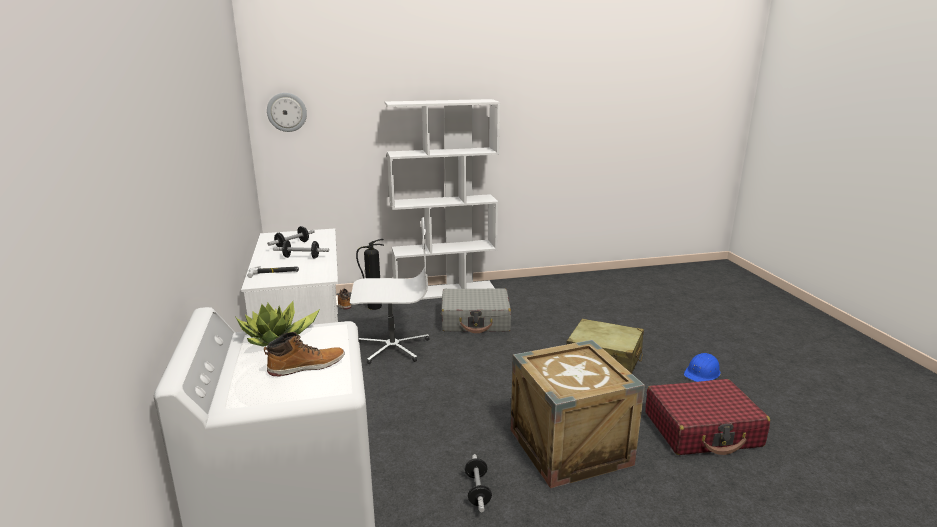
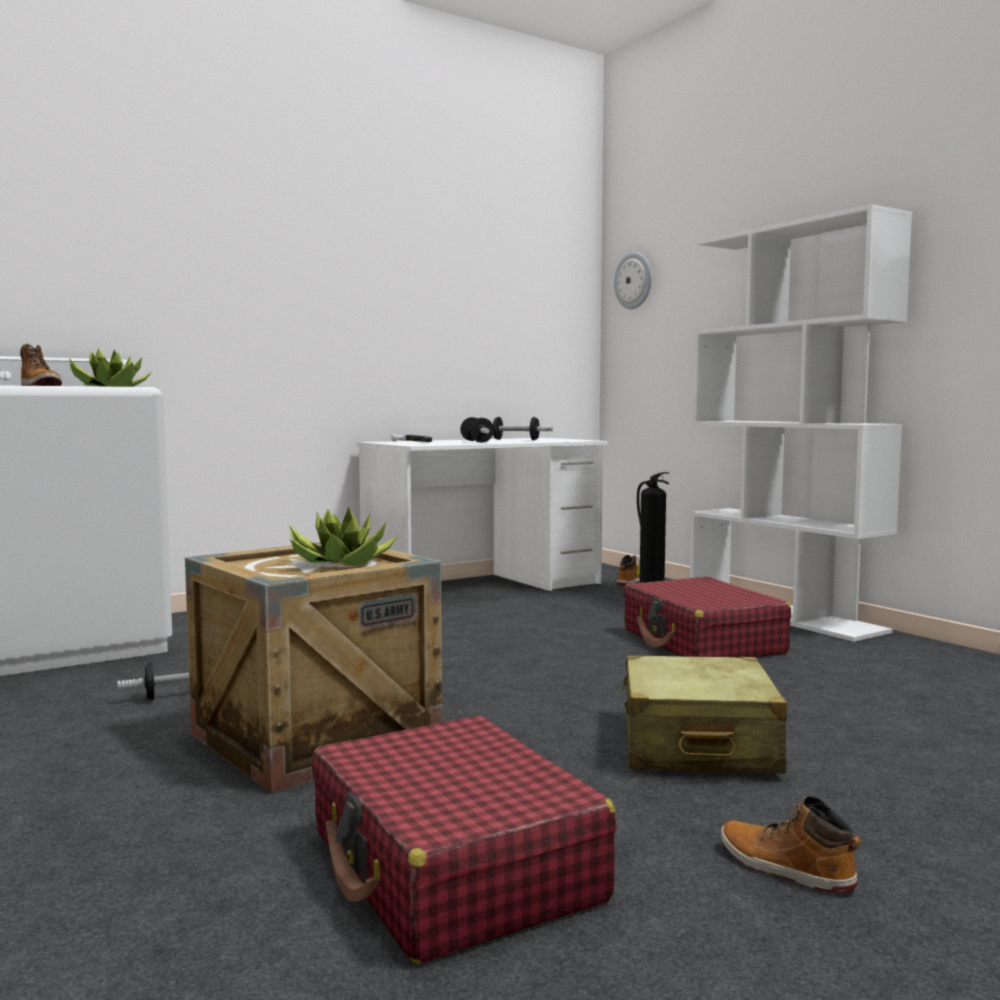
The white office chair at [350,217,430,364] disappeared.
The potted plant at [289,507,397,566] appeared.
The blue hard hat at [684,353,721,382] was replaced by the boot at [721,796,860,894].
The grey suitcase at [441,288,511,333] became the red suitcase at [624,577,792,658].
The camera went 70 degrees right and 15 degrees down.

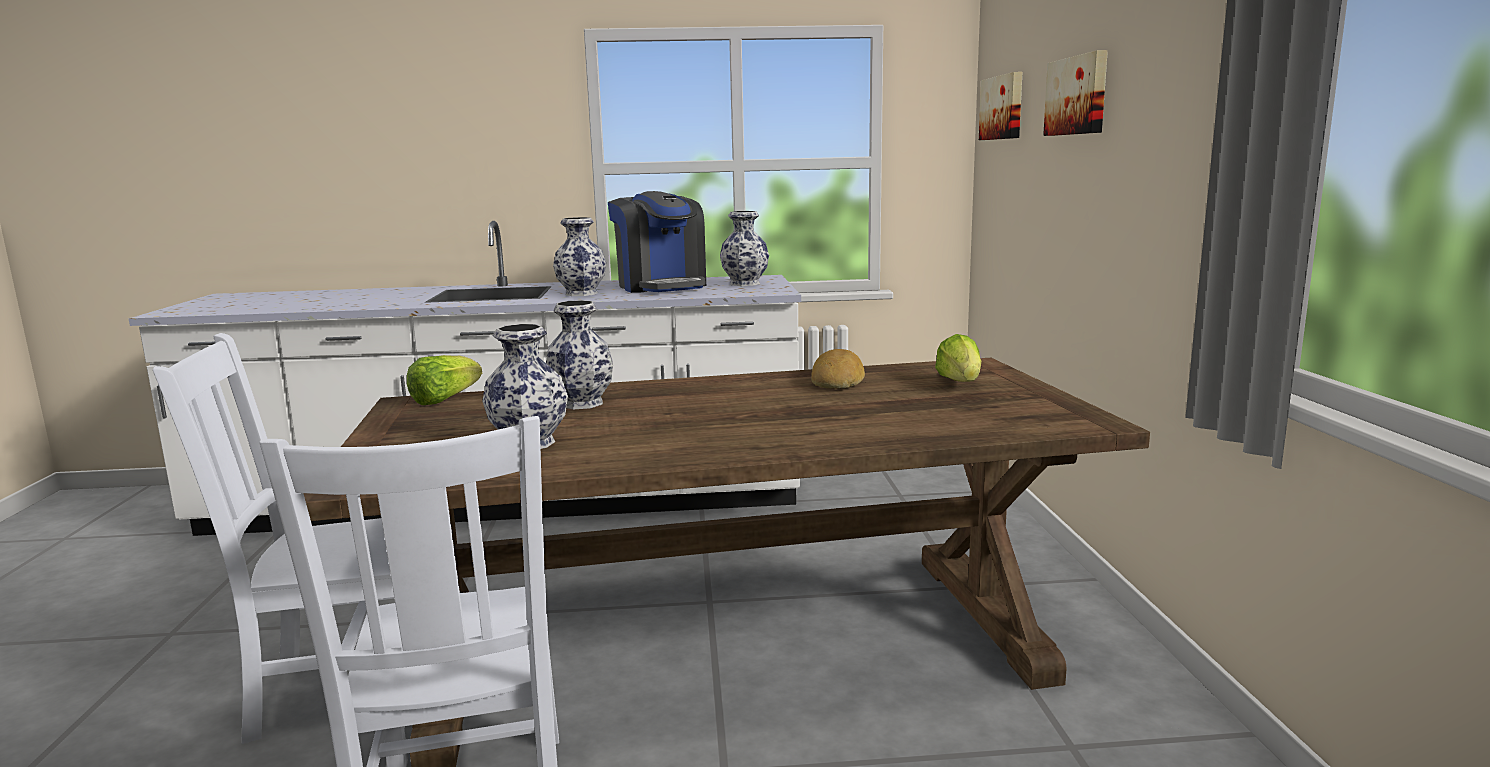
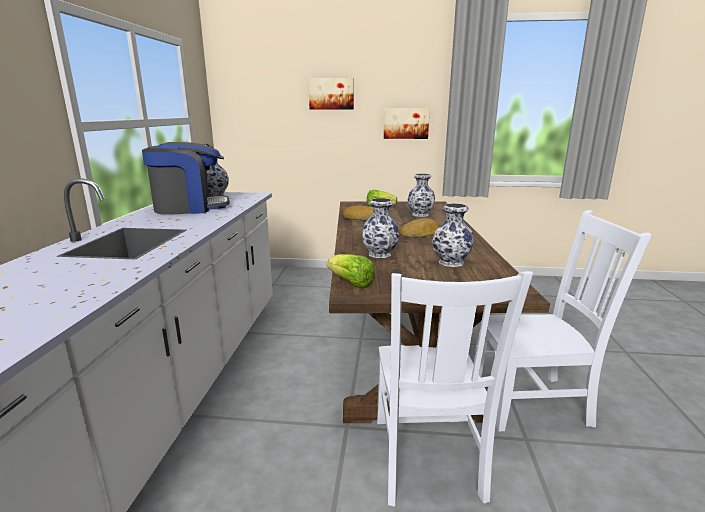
The bread at [399,218,439,238] appeared.
The vase moved from [553,217,606,296] to [408,173,435,217].
The picture moved from [979,72,1022,140] to [384,108,430,139].
The camera went 80 degrees left and 5 degrees up.

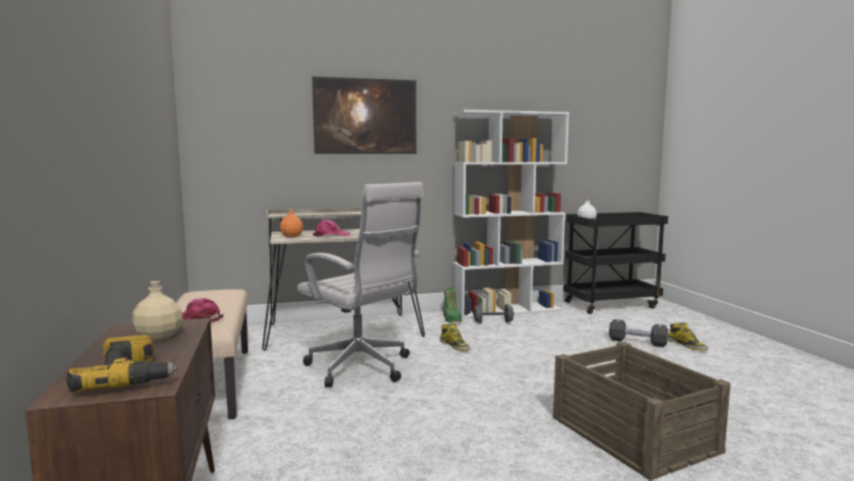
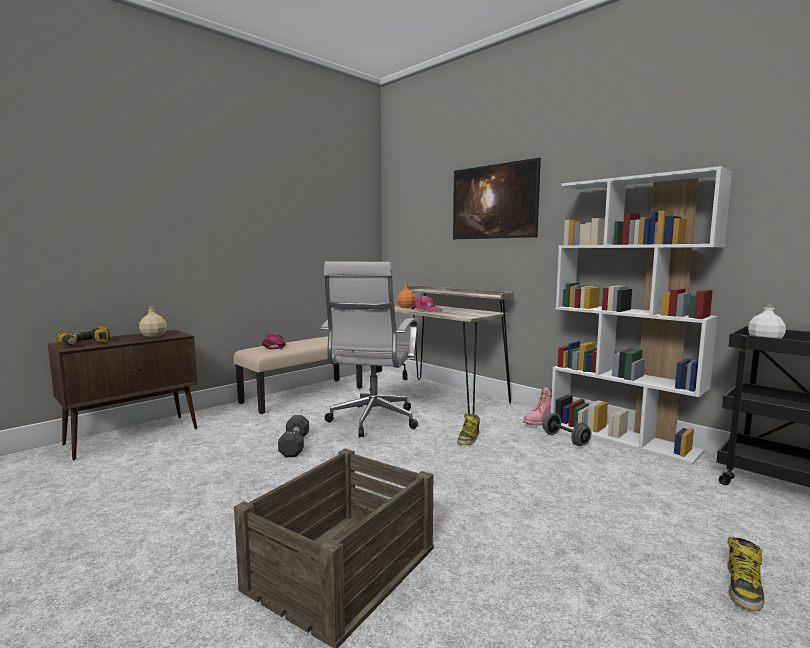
The black dumbbell moved from [609,319,668,347] to [278,415,309,457].
The green boot at [443,287,462,322] became the pink boot at [523,387,552,426].
The camera went 60 degrees right and 0 degrees up.

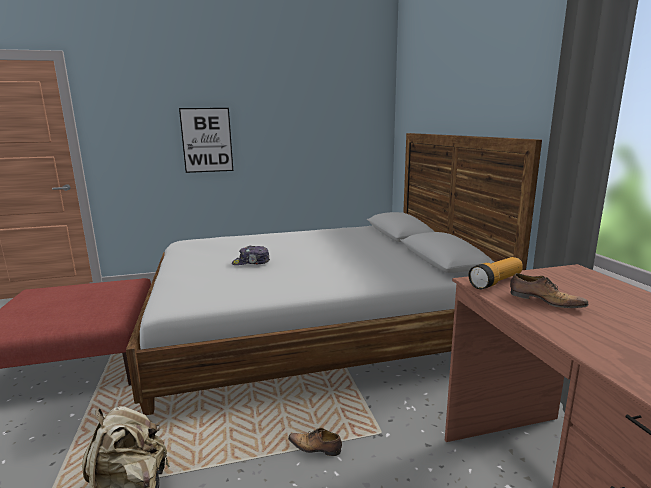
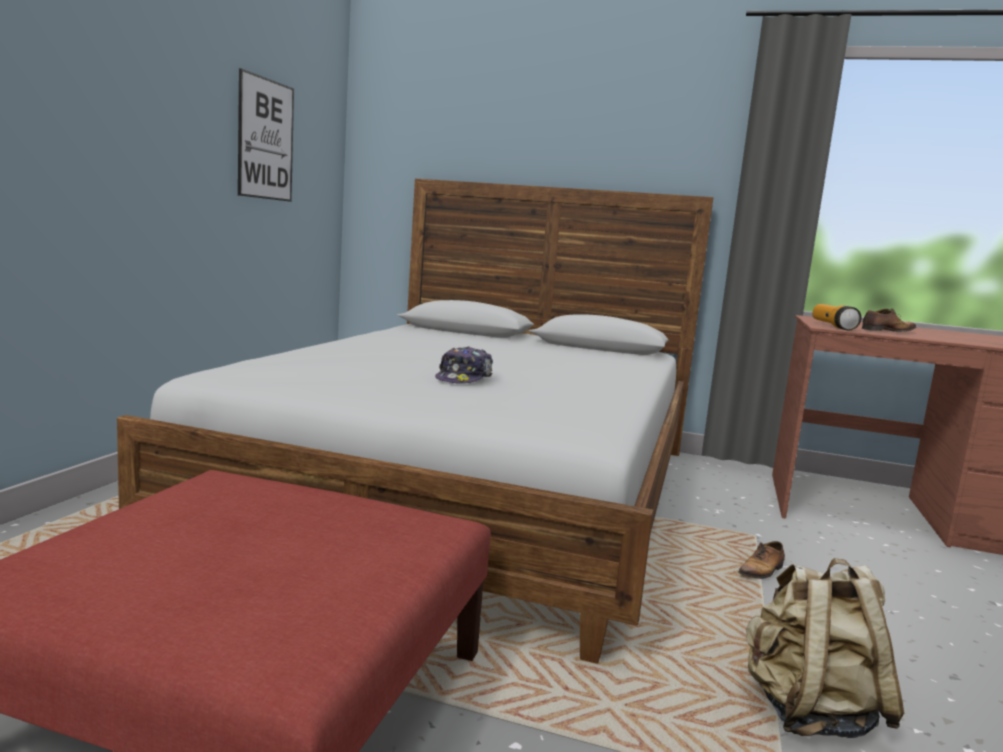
The picture moved from [179,108,233,173] to [238,68,294,202].
The camera went 60 degrees left and 5 degrees down.

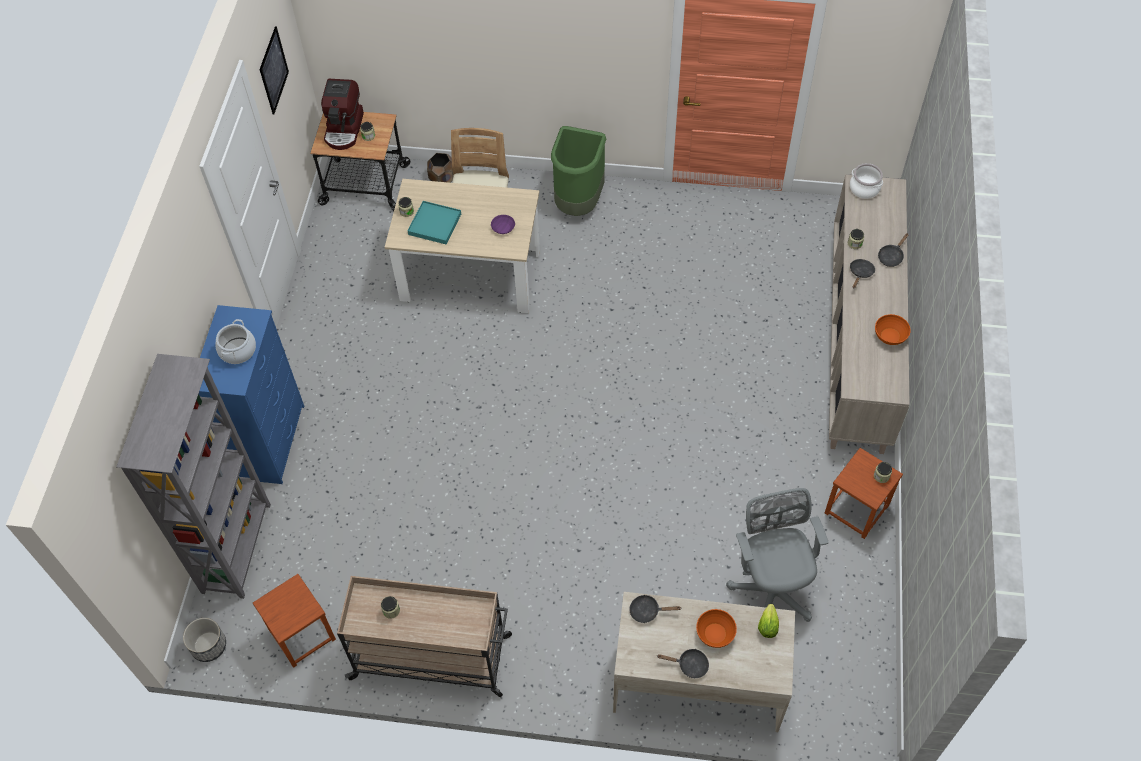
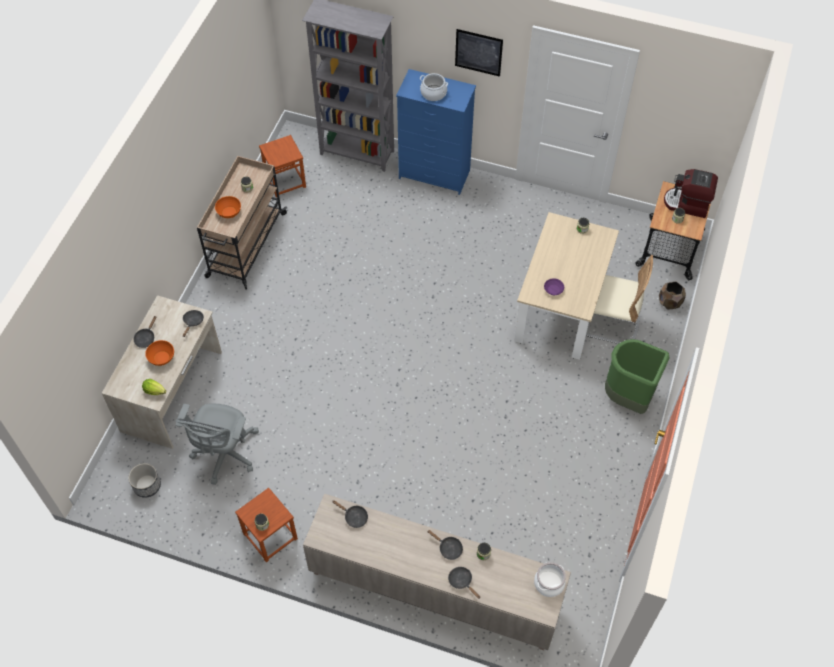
The turquoise tray at [408,201,461,245] disappeared.
The black frying pan at [332,500,368,528] appeared.
The planter moved from [183,618,226,662] to [128,463,161,498].
The picture moved from [259,26,289,114] to [455,29,503,77].
The orange bowl moved from [875,314,911,345] to [215,196,241,218].
The grey office chair at [726,488,829,622] turned 105 degrees clockwise.
The camera went 100 degrees right and 0 degrees up.

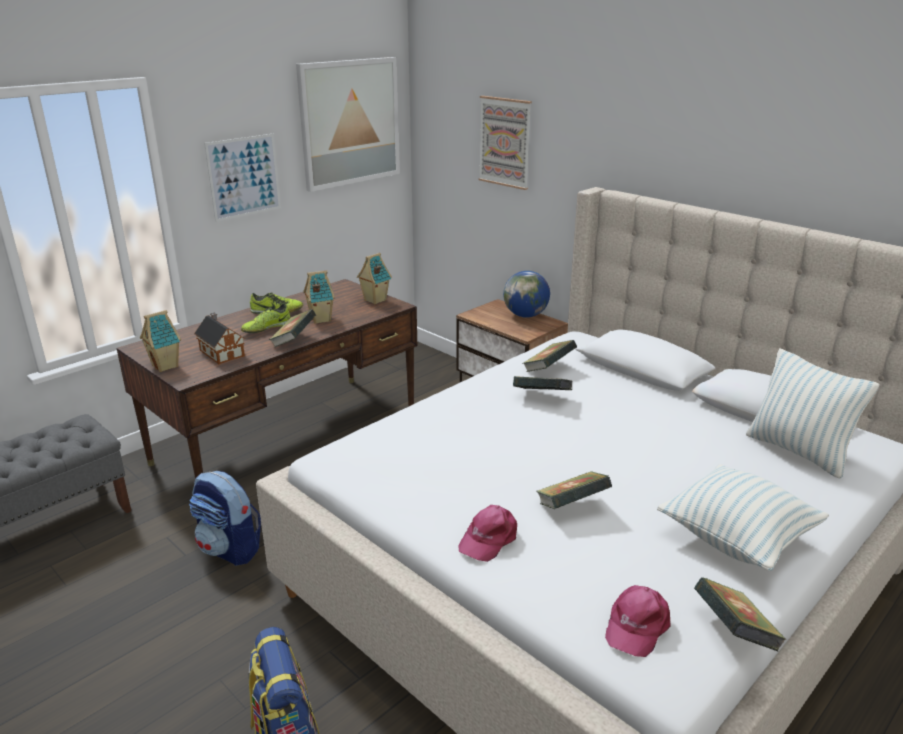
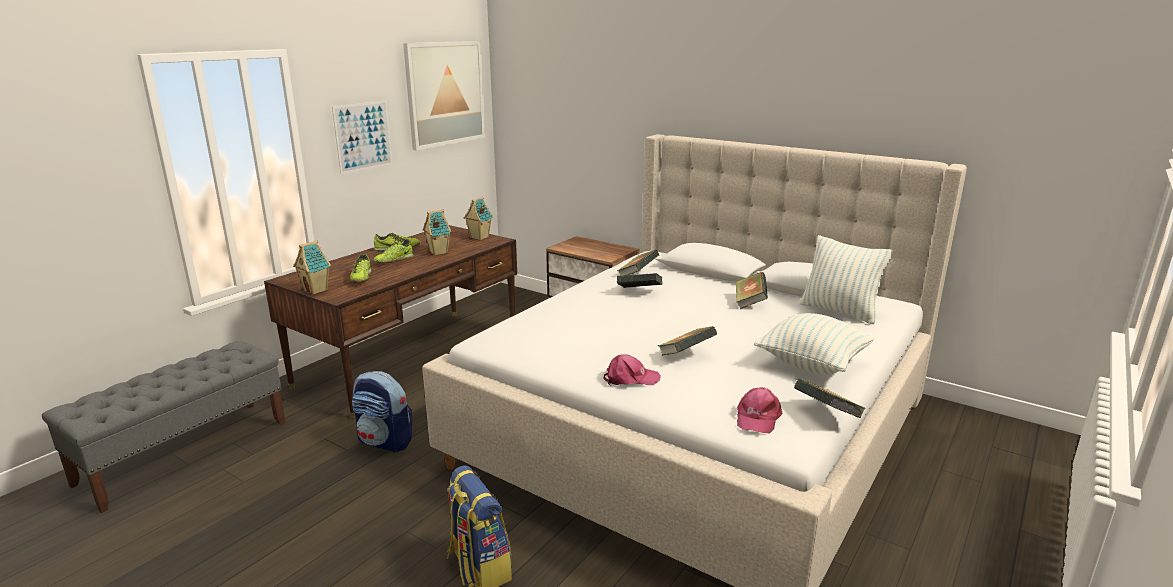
The picture at [478,96,532,190] disappeared.
The globe at [503,271,550,318] disappeared.
The book moved from [269,309,316,347] to [736,272,768,309].
The toy house at [194,312,245,364] was replaced by the shoe at [350,254,372,282].
The pink cap at [458,505,517,562] turned 120 degrees counterclockwise.
The camera went 10 degrees left and 5 degrees down.

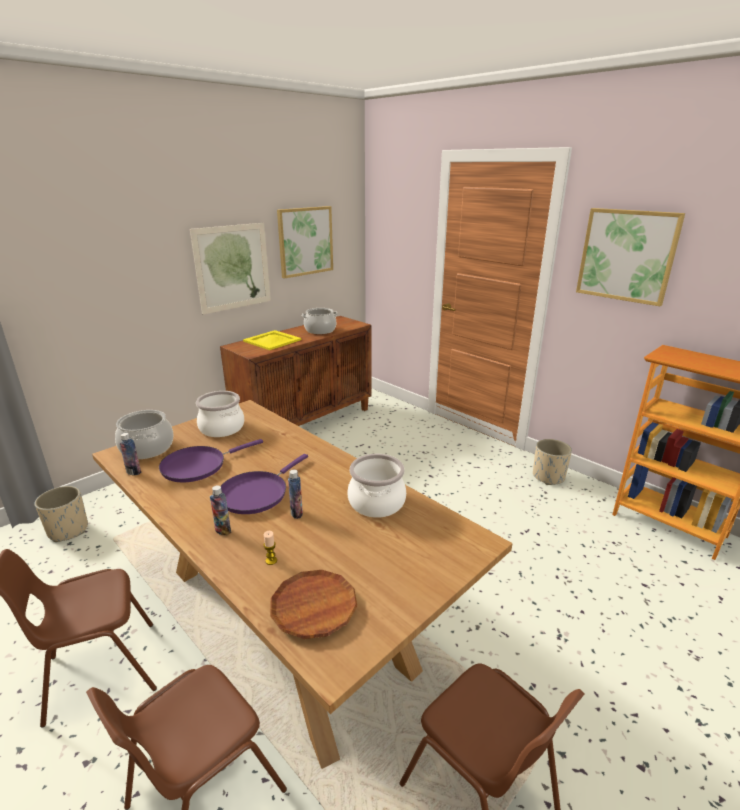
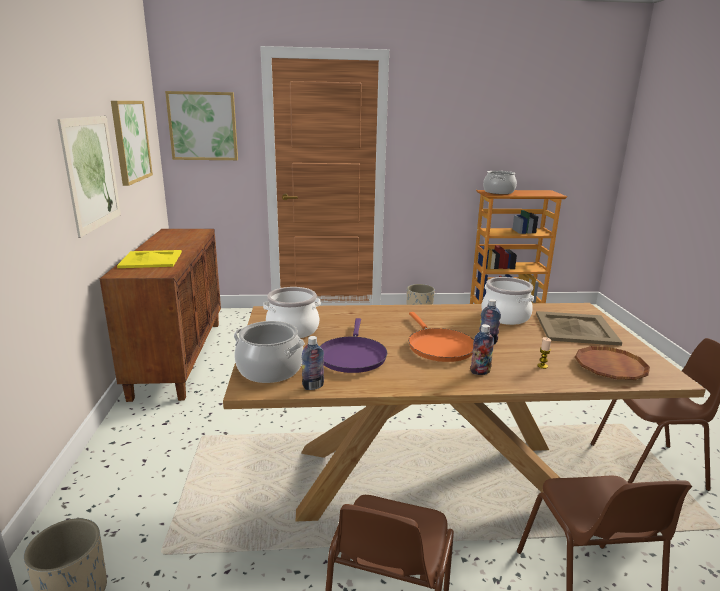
The beige tray at [536,311,623,346] appeared.
The cooking pot moved from [301,308,338,334] to [483,171,517,194].
The picture moved from [576,208,685,306] to [165,91,238,160].
The purple frying pan at [221,454,308,514] became the orange frying pan at [408,312,474,362].
The camera went 50 degrees left and 5 degrees down.

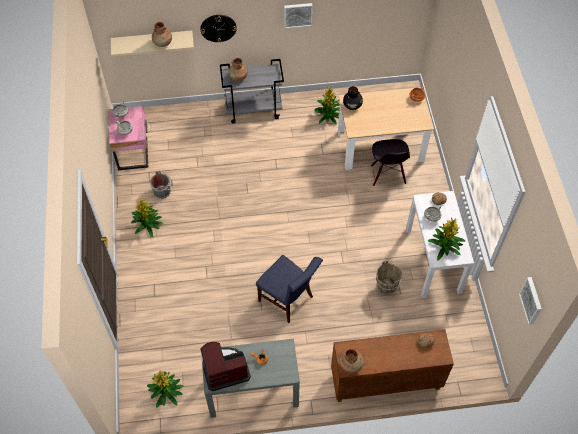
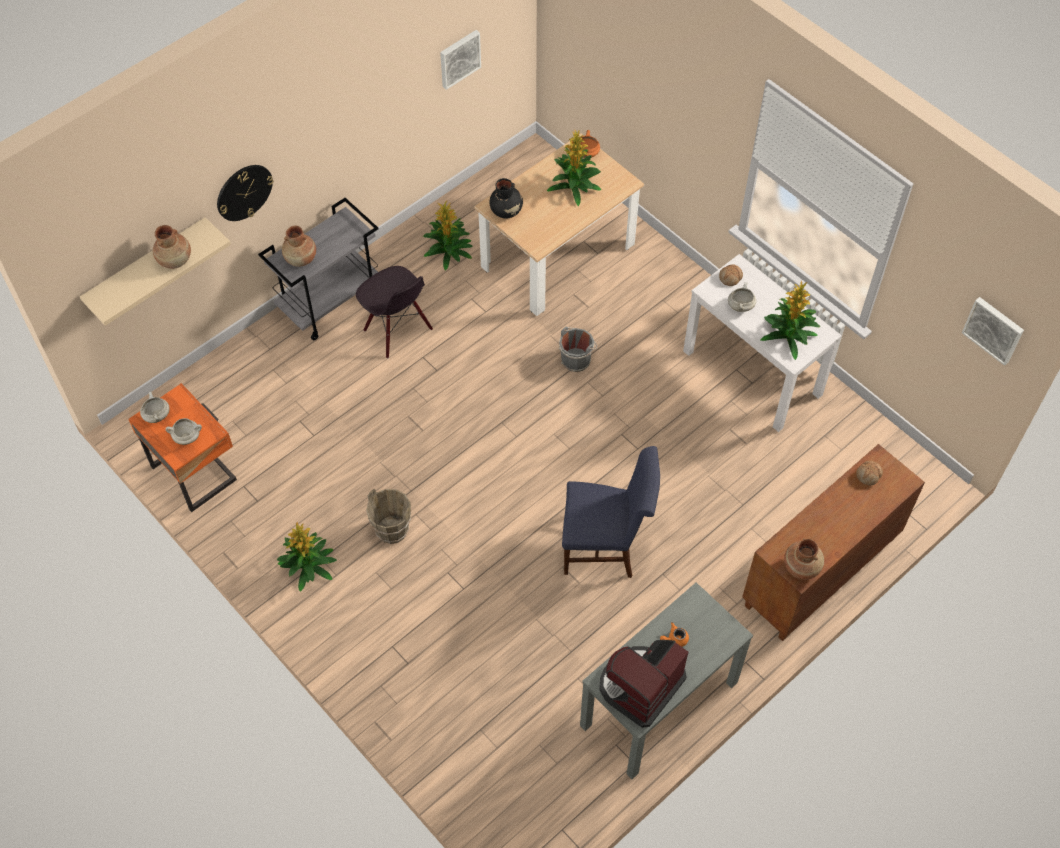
The potted plant moved from [147,370,184,408] to [547,130,601,206].
The grey bucket moved from [150,171,173,199] to [559,327,597,372].
The picture moved from [284,3,313,28] to [440,30,481,90].
The black chair moved from [371,139,410,186] to [356,266,433,359].
The brown bucket moved from [376,261,402,295] to [366,489,411,544].
The pink nightstand at [109,106,148,171] became the orange nightstand at [128,383,237,512].
The camera went 35 degrees left and 0 degrees up.

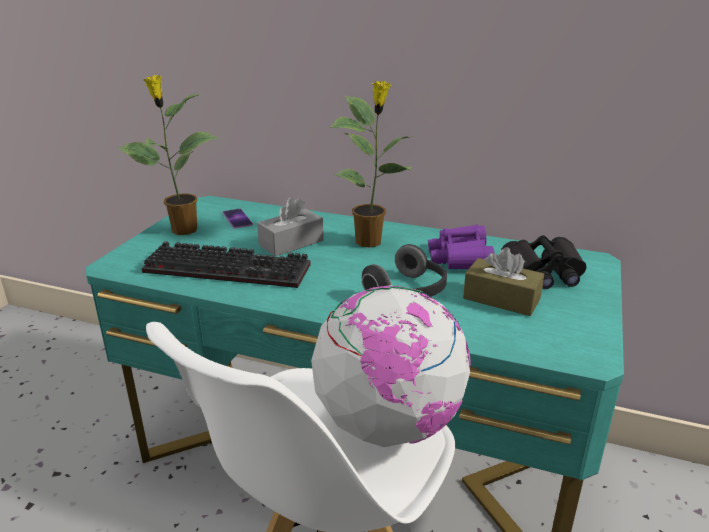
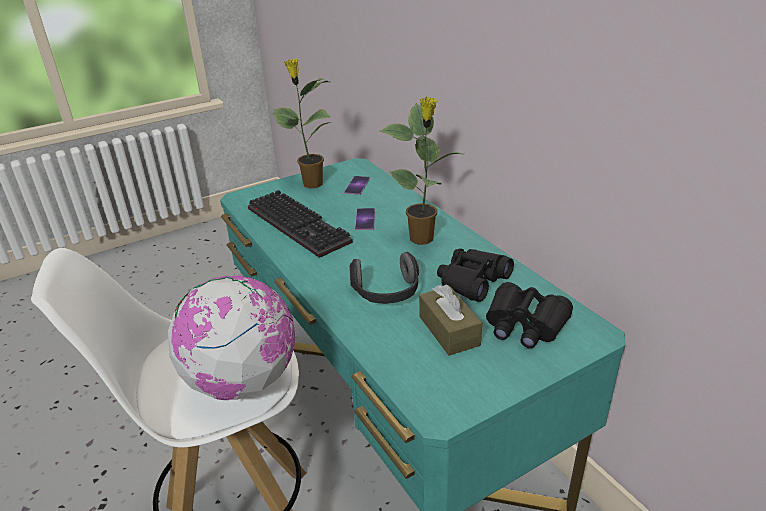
The grey tissue box at [257,197,324,256] was replaced by the phone at [355,208,375,230].
The purple binoculars at [428,225,495,269] became the black binoculars at [437,248,514,302].
The camera went 40 degrees right and 5 degrees up.

